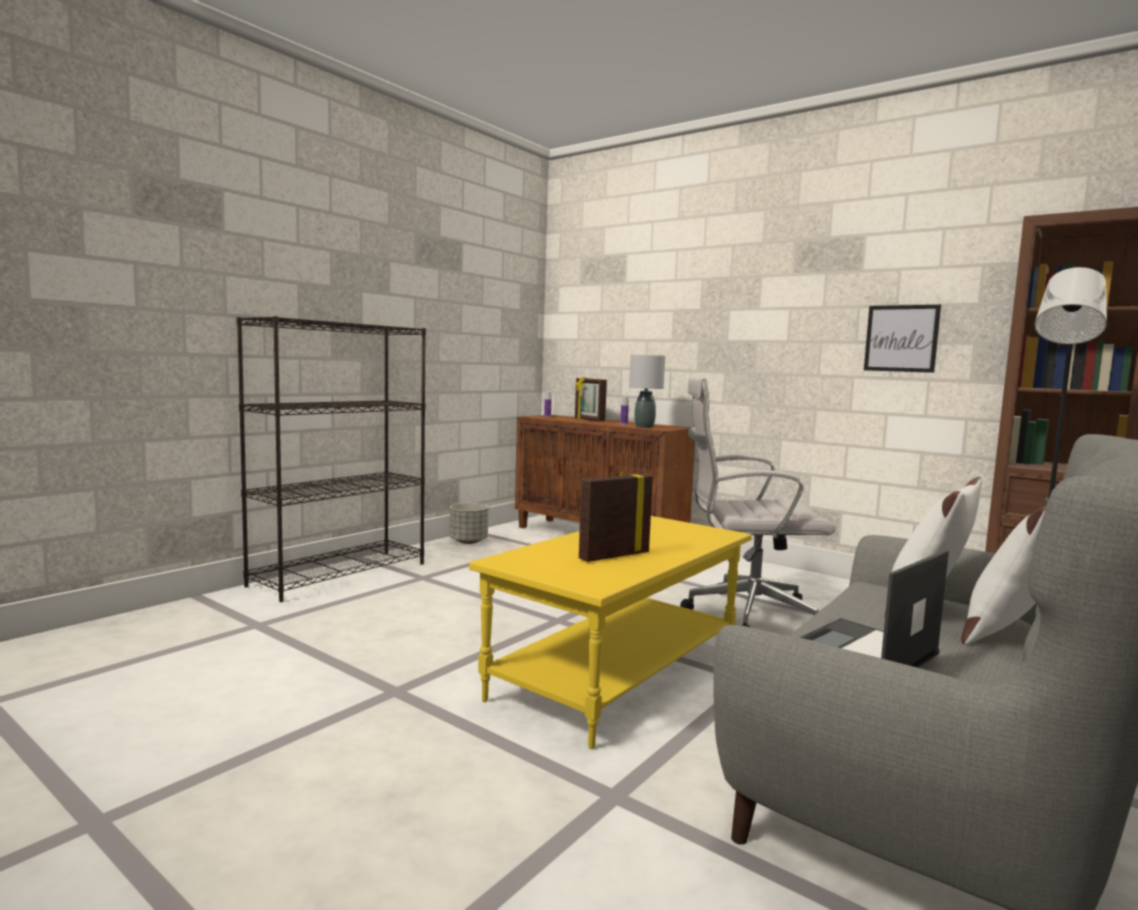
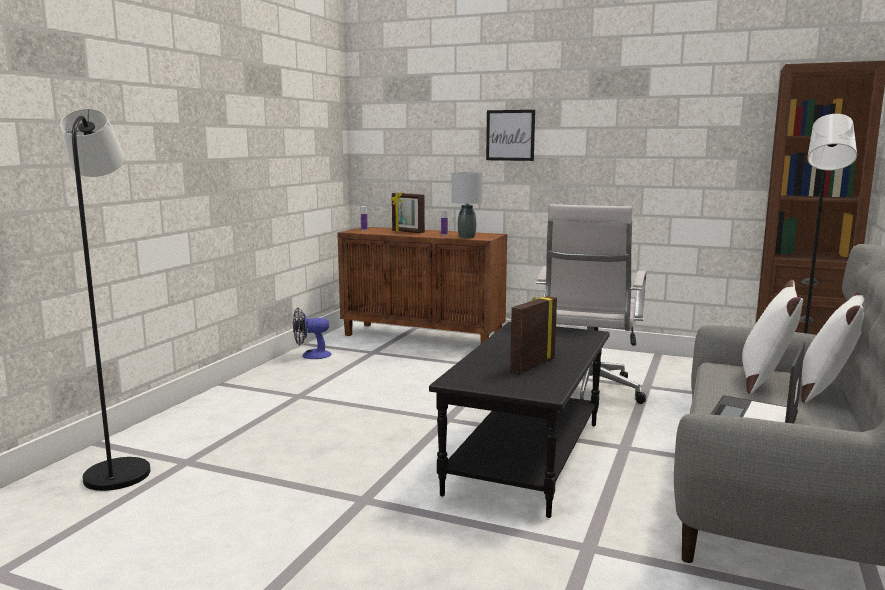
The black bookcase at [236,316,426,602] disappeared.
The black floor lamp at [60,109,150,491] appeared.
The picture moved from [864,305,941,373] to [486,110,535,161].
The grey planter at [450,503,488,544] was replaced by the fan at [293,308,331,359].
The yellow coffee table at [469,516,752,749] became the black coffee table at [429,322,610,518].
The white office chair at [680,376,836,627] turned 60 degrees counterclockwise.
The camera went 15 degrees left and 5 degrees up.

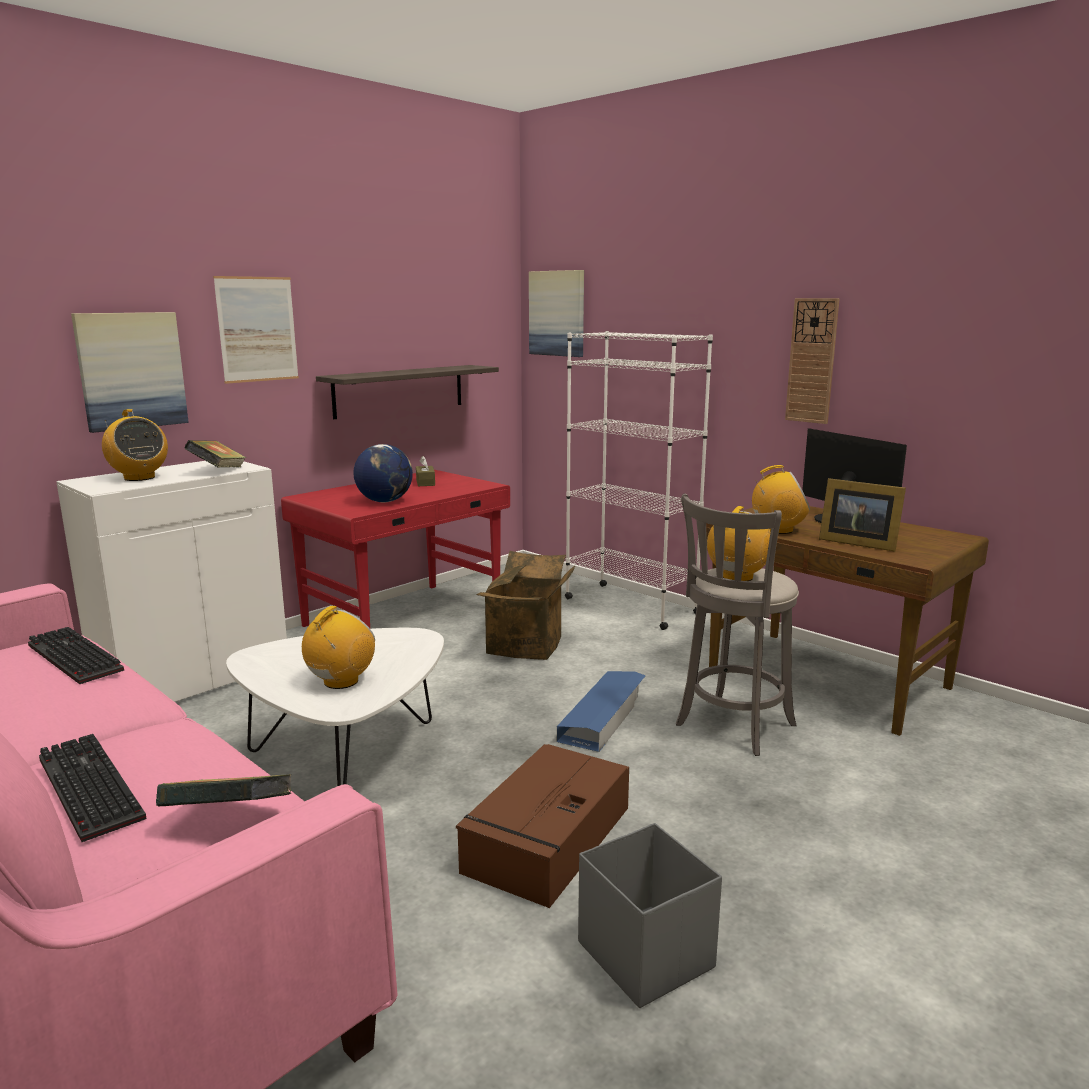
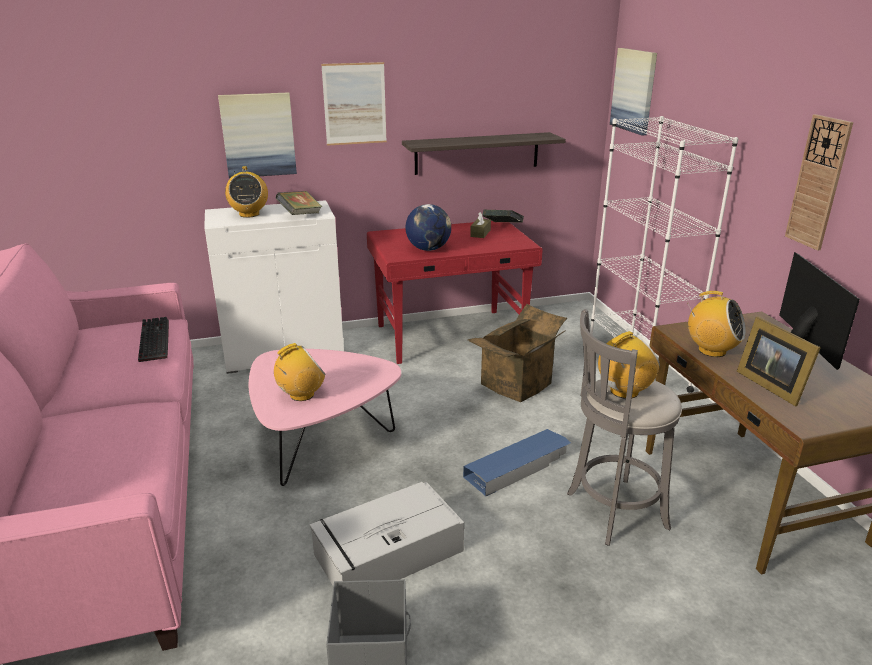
The keyboard at [39,734,146,842] disappeared.
The book moved from [156,774,291,806] to [482,210,524,223].
The white coffee table at [226,628,444,786] became the pink coffee table at [249,349,401,486].
The brown storage box at [456,744,629,908] became the grey storage box at [310,482,464,586].
The camera went 30 degrees right and 10 degrees up.

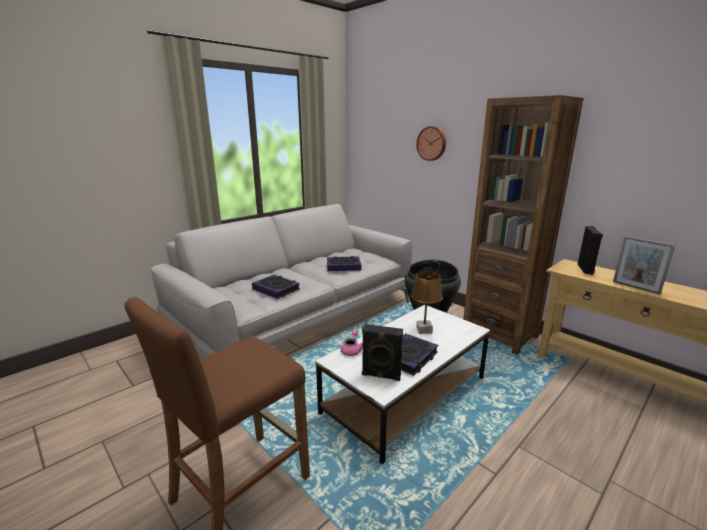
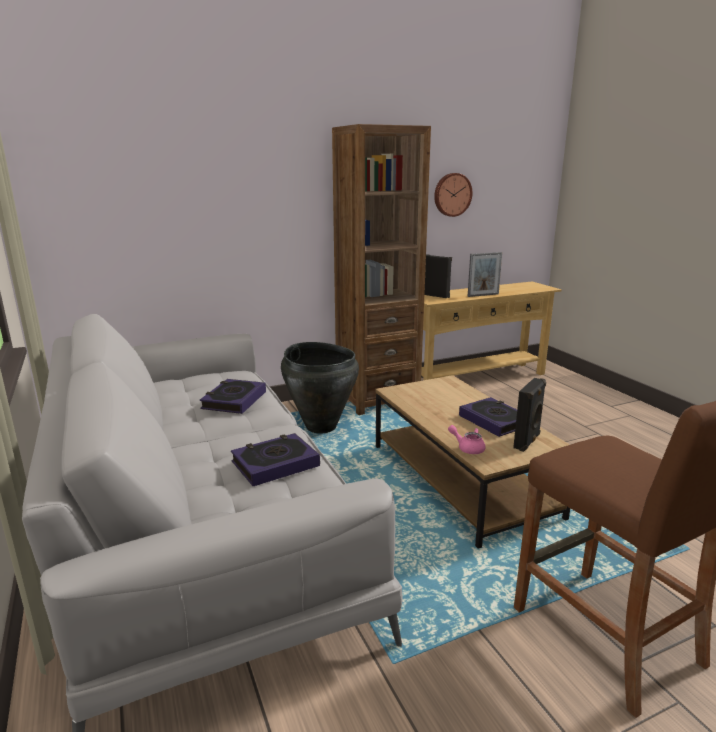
The brown table lamp at [411,271,443,334] disappeared.
The wall clock moved from [416,126,446,161] to [434,173,472,217].
The white coffee table at [315,305,490,464] became the brown coffee table at [376,375,570,549].
The camera went 70 degrees left and 0 degrees up.

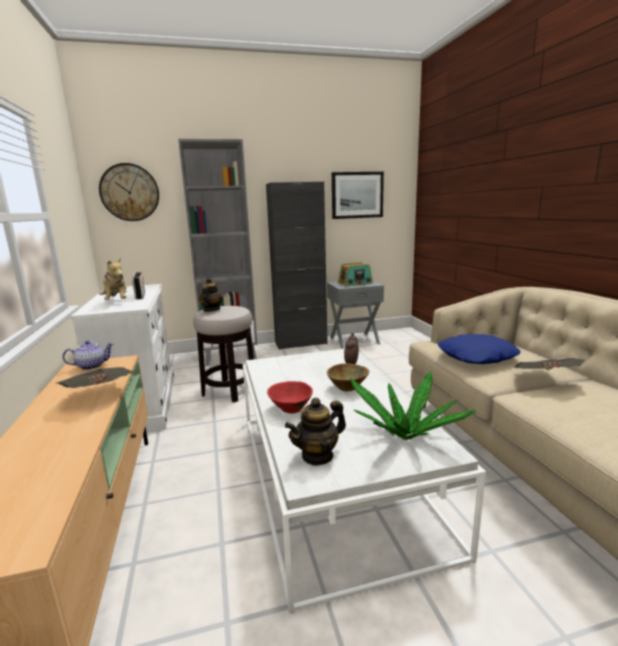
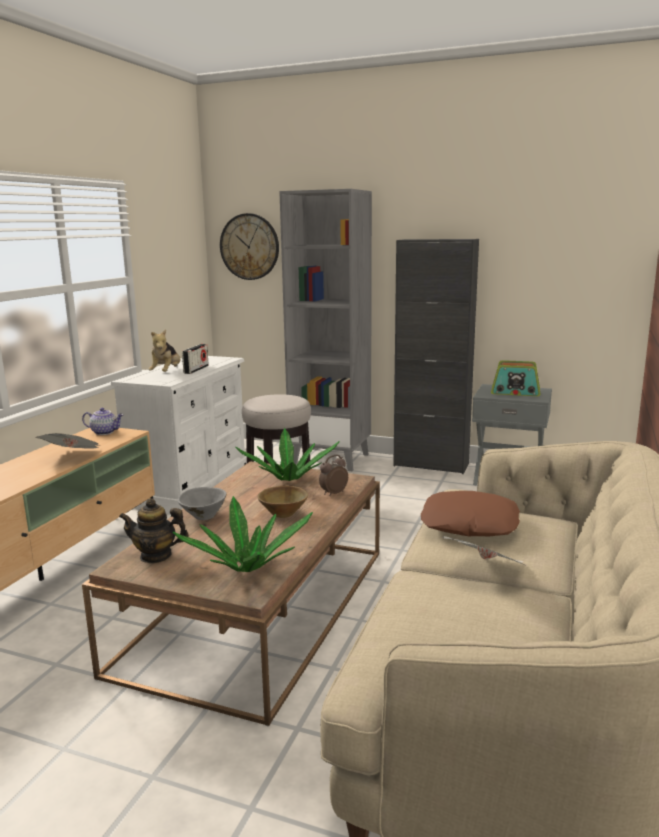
The teapot at [199,278,223,312] disappeared.
The picture at [332,172,384,219] disappeared.
The potted plant at [235,428,340,481] appeared.
The white coffee table at [243,348,486,613] became the brown coffee table at [82,461,380,727].
The red bowl at [267,381,313,414] became the grey bowl at [178,487,227,520].
The blue pillow at [438,334,521,364] became the brown pillow at [421,491,520,537].
The camera went 35 degrees right and 0 degrees up.

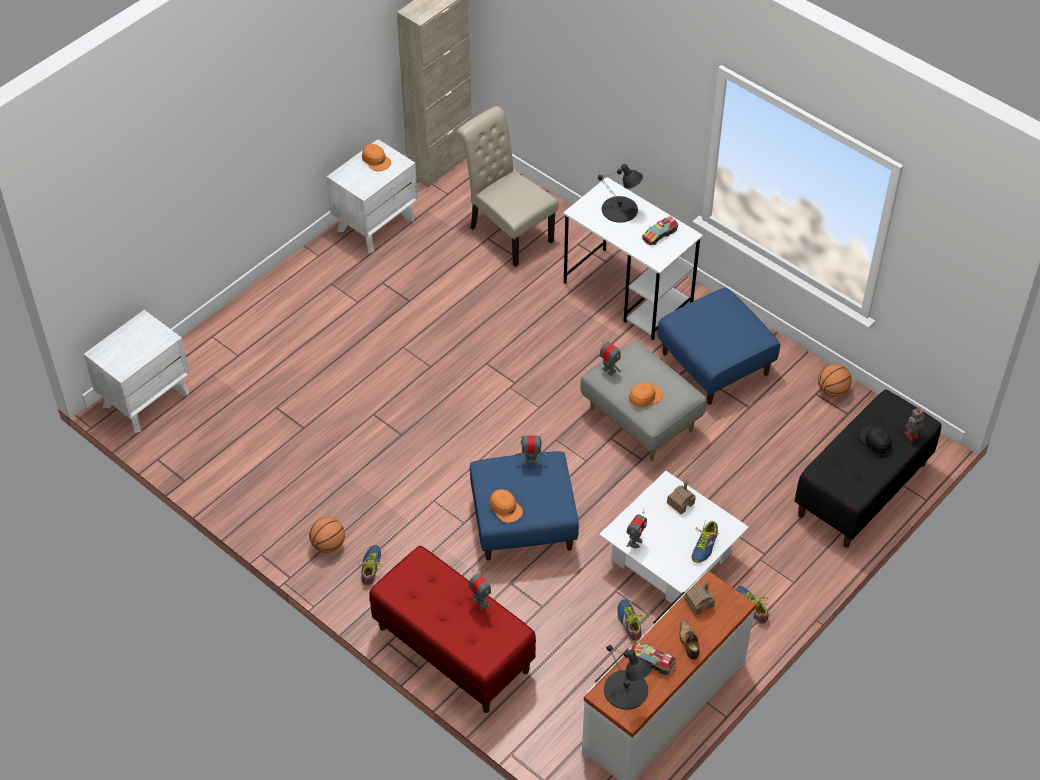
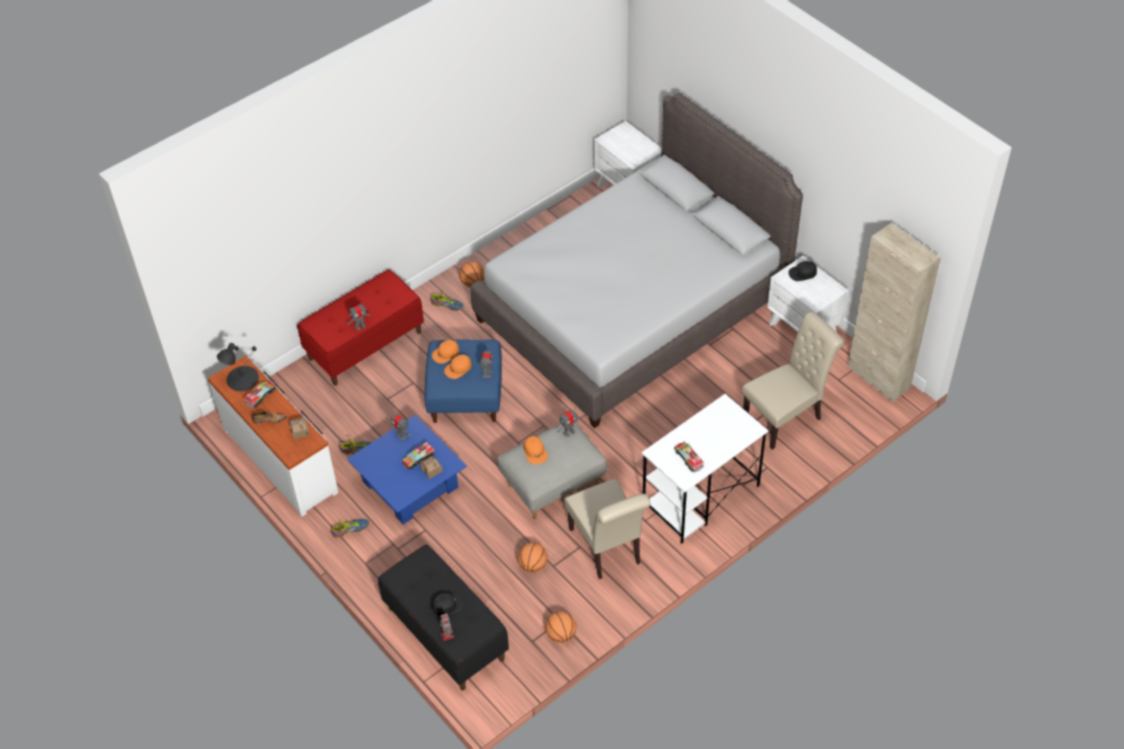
The black table lamp at [598,164,643,223] disappeared.
The shoe at [691,519,719,563] disappeared.
The toy truck at [402,442,435,470] appeared.
The grey bed at [470,93,803,428] appeared.
The basketball at [517,542,548,573] appeared.
The black cap at [789,261,817,281] appeared.
The orange cap moved from [362,144,391,172] to [444,354,472,379].
The blue ottoman at [657,288,780,405] was replaced by the beige chair at [564,479,651,579].
The white coffee table at [599,471,749,605] became the blue coffee table at [347,415,467,524].
The camera went 100 degrees right and 0 degrees up.

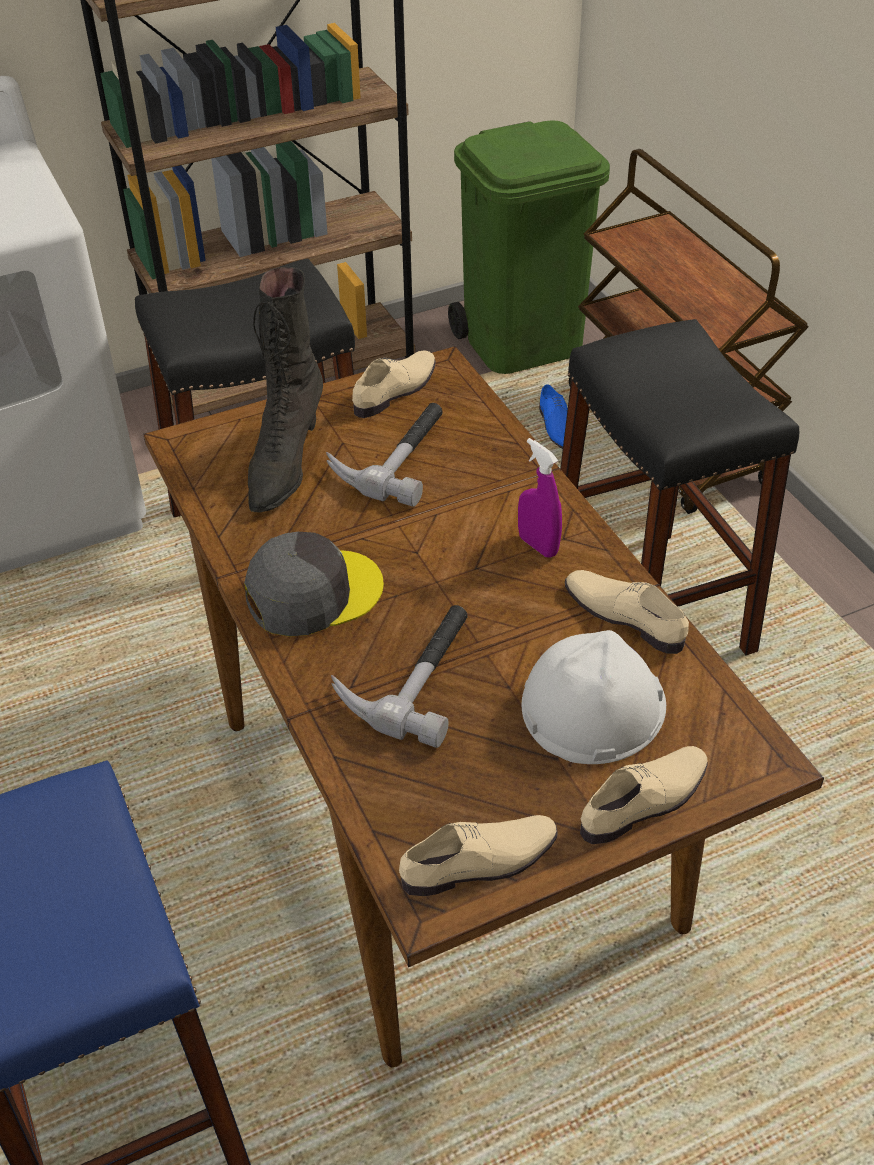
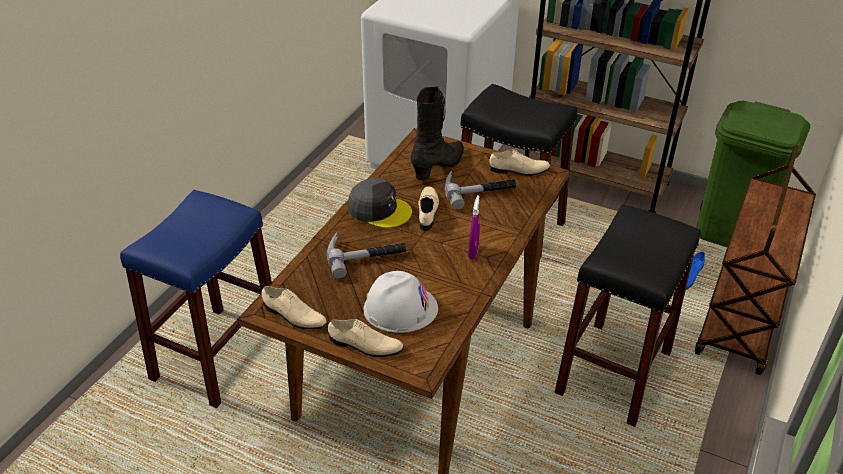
The beige shoe moved from [565,570,689,654] to [419,186,439,231].
The black boot at [248,267,323,512] turned 150 degrees clockwise.
The camera went 50 degrees right and 5 degrees down.

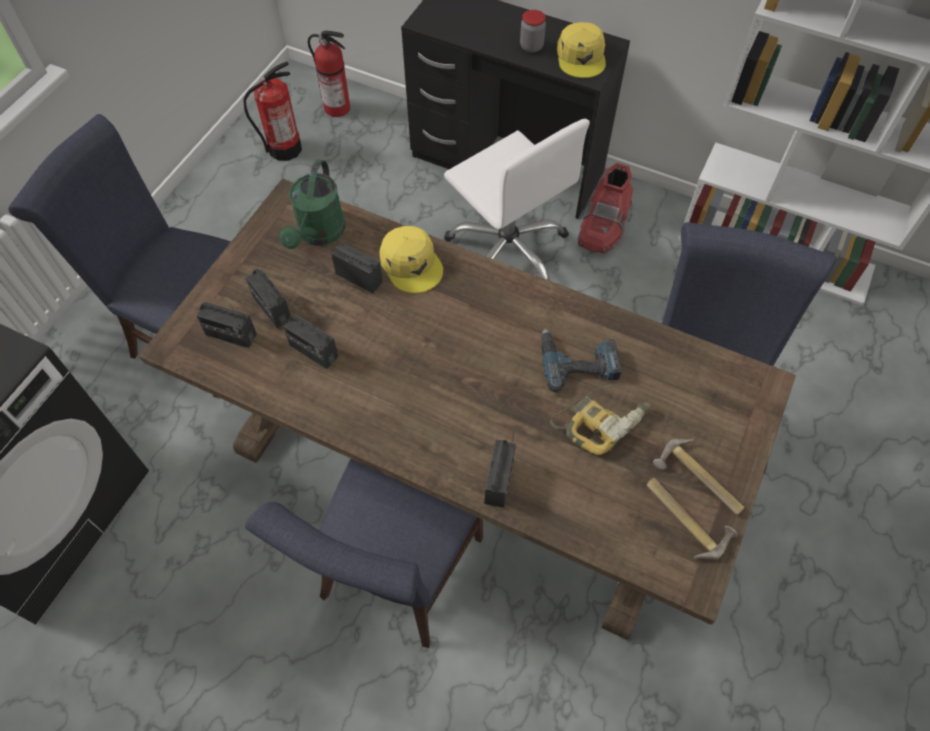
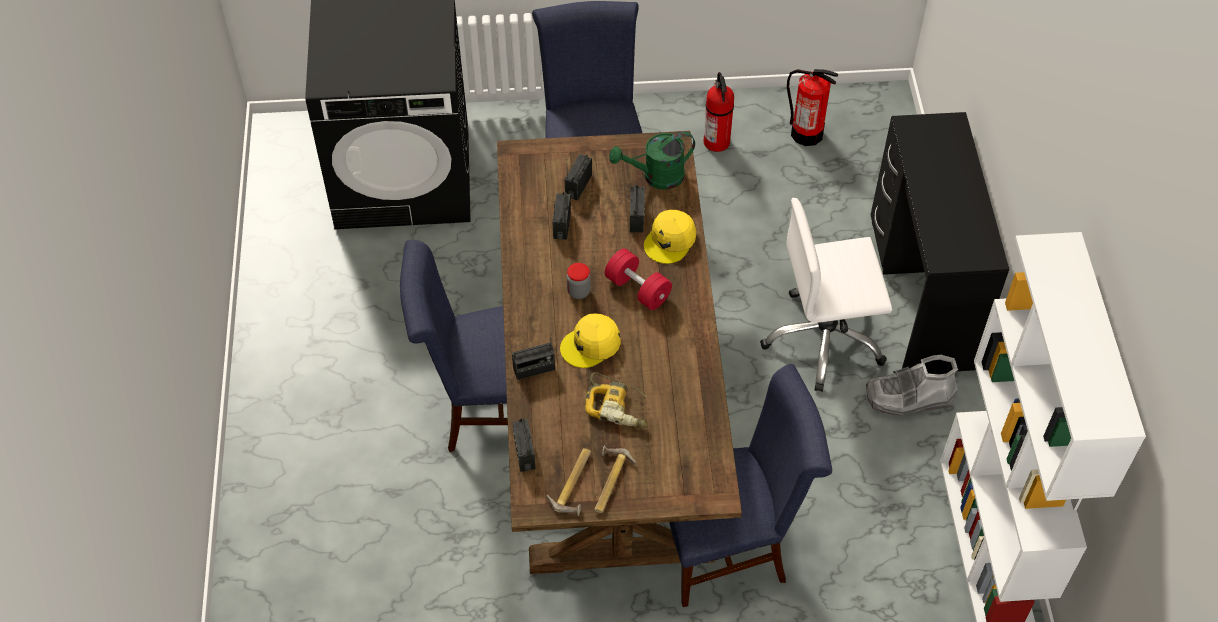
The power drill at [541,328,622,392] disappeared.
The red dumbbell at [605,248,672,310] appeared.
The radio moved from [196,302,257,348] to [513,419,536,472].
The fire extinguisher moved from [308,31,350,117] to [704,72,734,152].
The jar moved from [520,10,546,53] to [567,263,591,299].
The yellow cap moved from [557,22,606,78] to [560,313,621,368].
The red boot at [578,163,633,254] became the grey boot at [866,355,958,415].
The white office chair at [444,119,590,281] turned 60 degrees clockwise.
The camera went 60 degrees right and 5 degrees down.

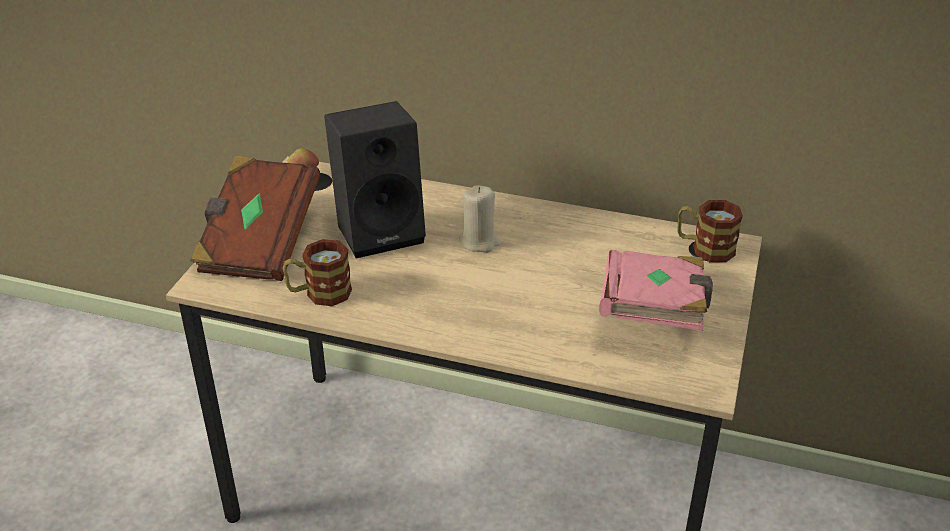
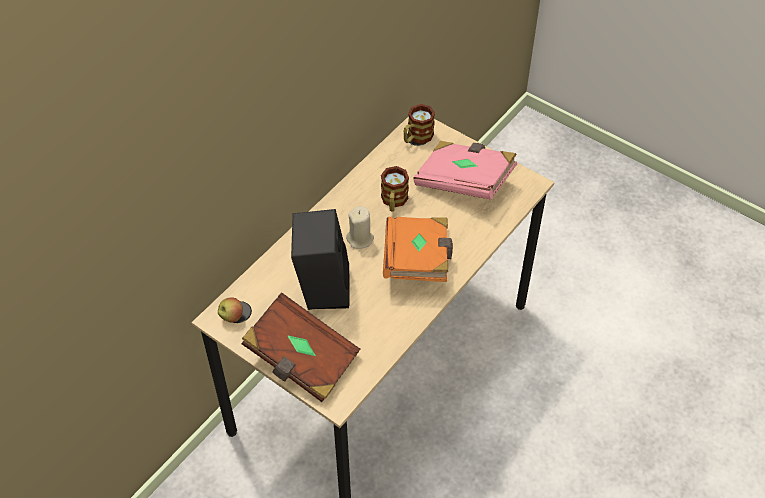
The orange book at [383,217,453,282] appeared.
The mug moved from [282,239,352,306] to [381,166,409,211].
The camera went 70 degrees left and 15 degrees up.

